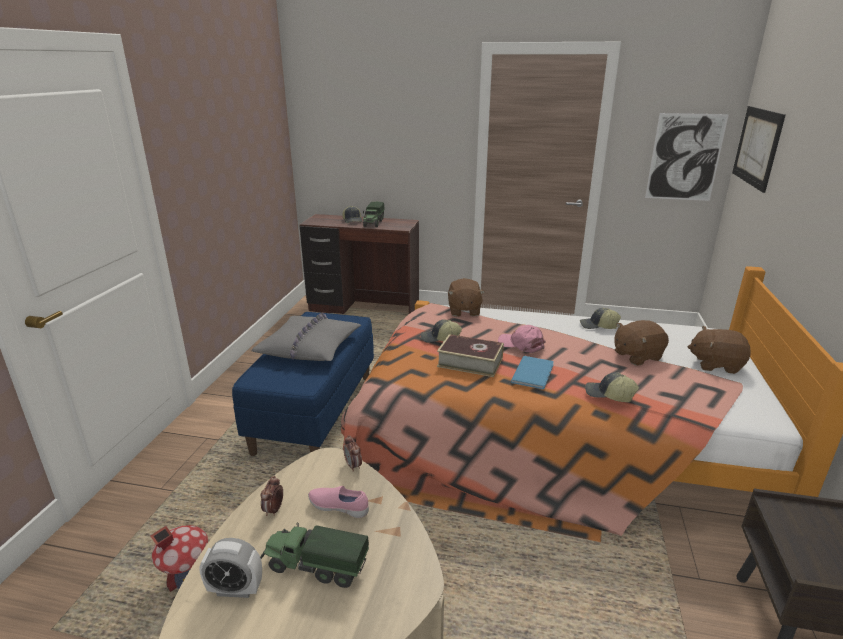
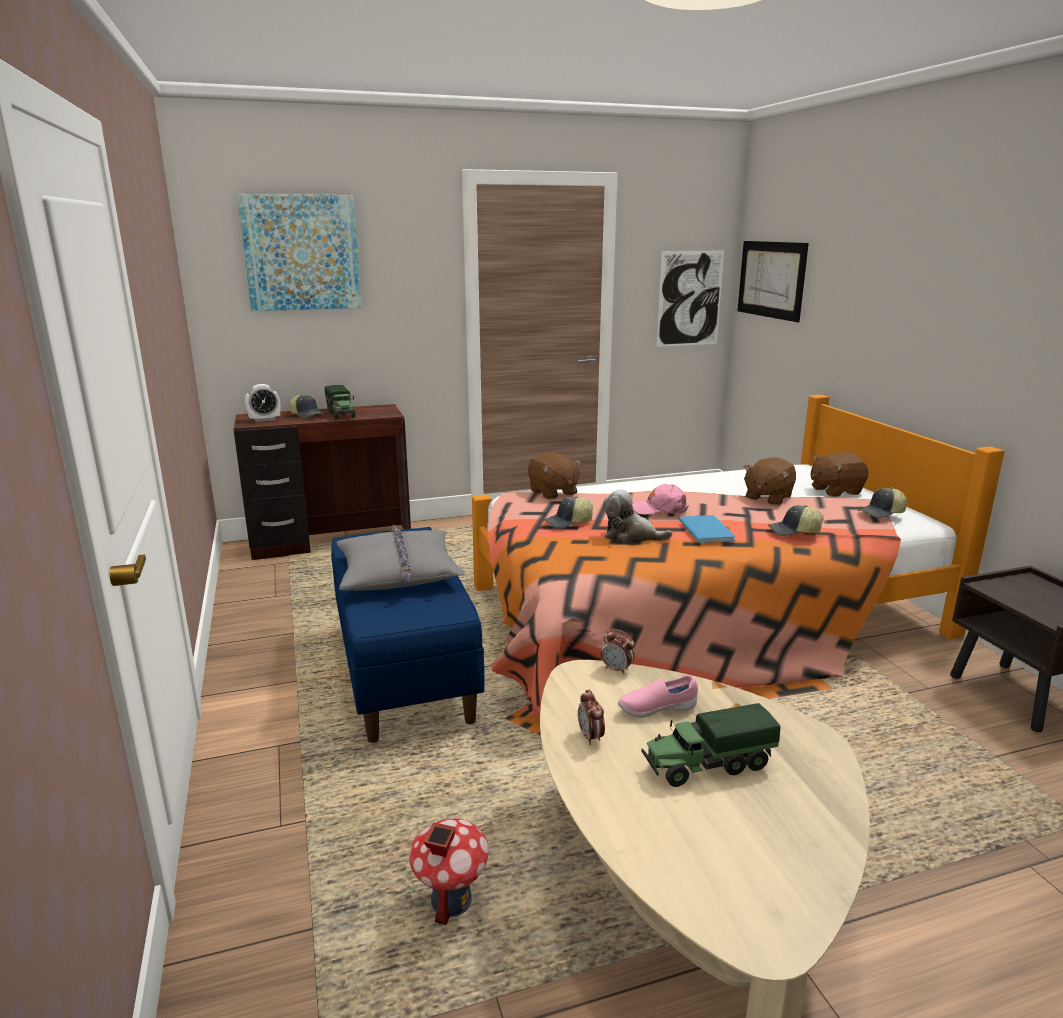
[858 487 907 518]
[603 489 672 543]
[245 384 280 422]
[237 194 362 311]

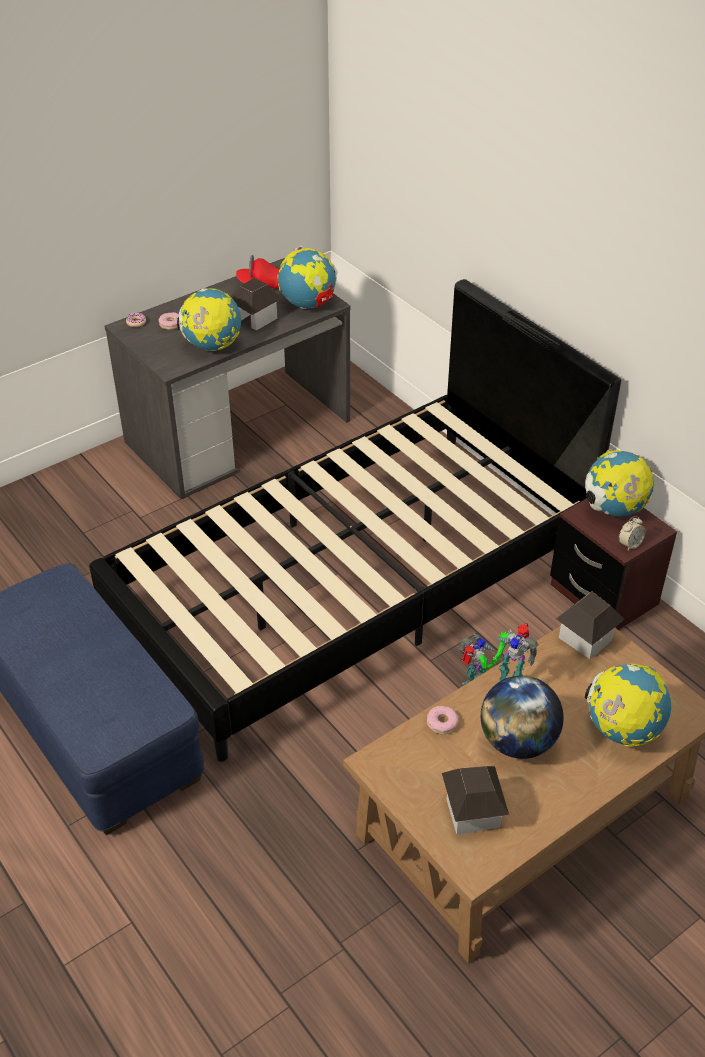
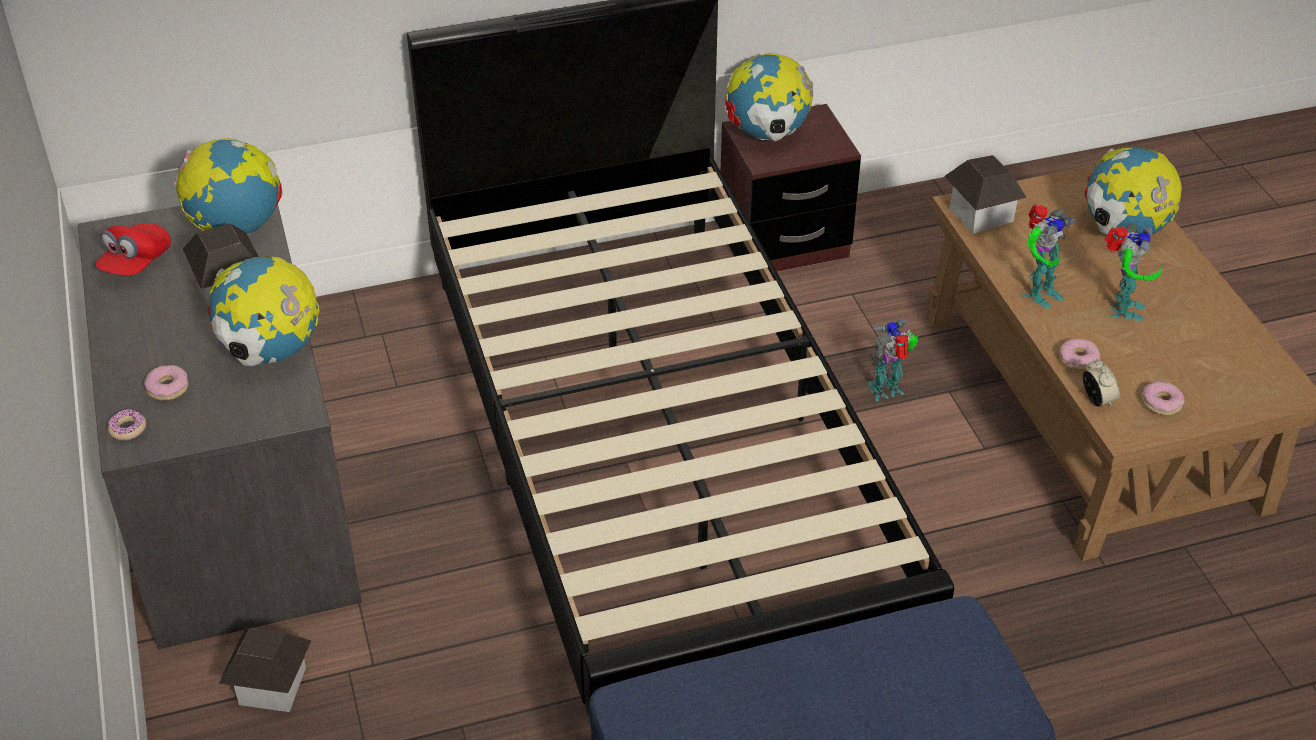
[1083 359 1120 407]
[1104 223 1162 321]
[219 628 312 712]
[1142 381 1185 415]

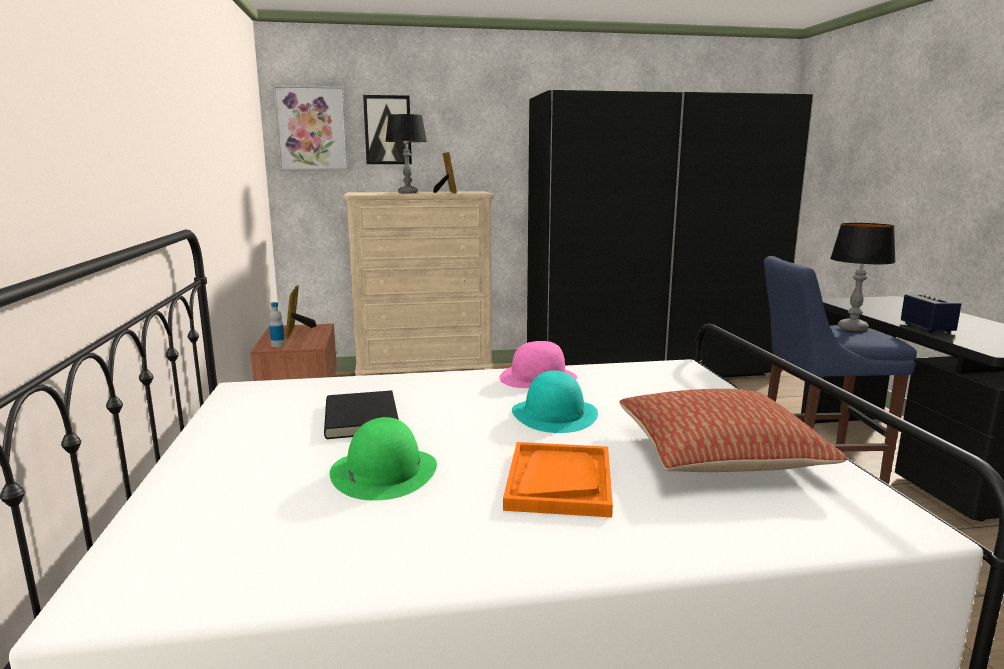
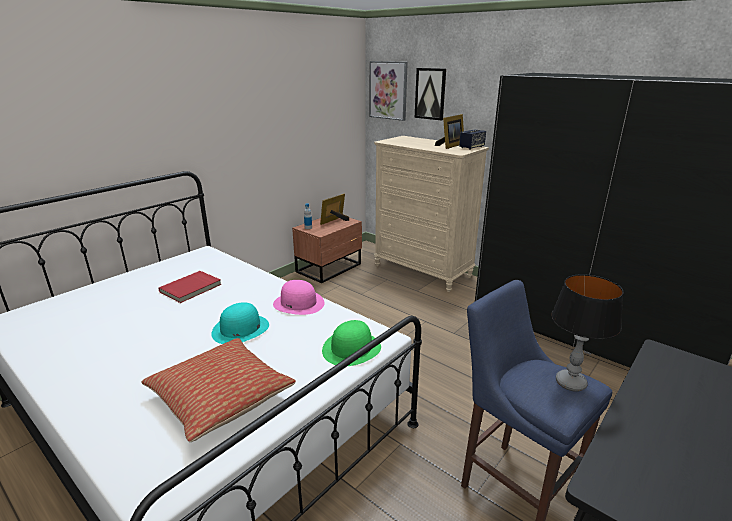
[385 114 427 193] (first image)
[459 129 486 149]
[158 271 221 303]
[322 320 381 366]
[503 442 613 517] (first image)

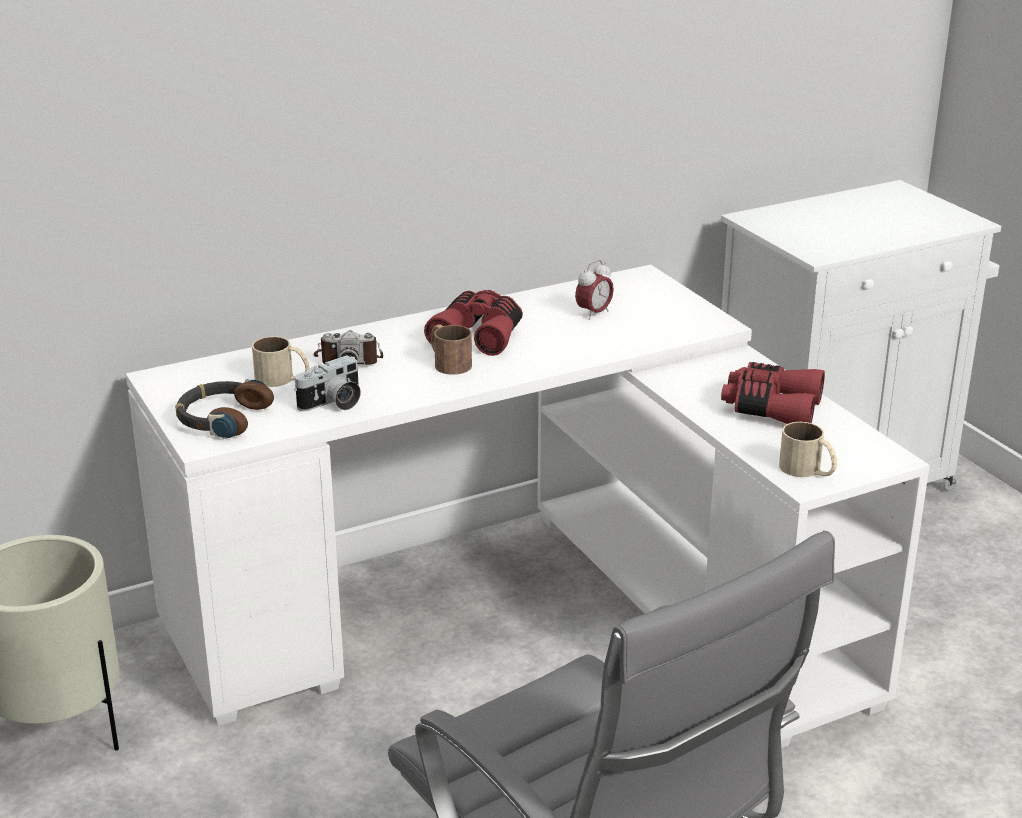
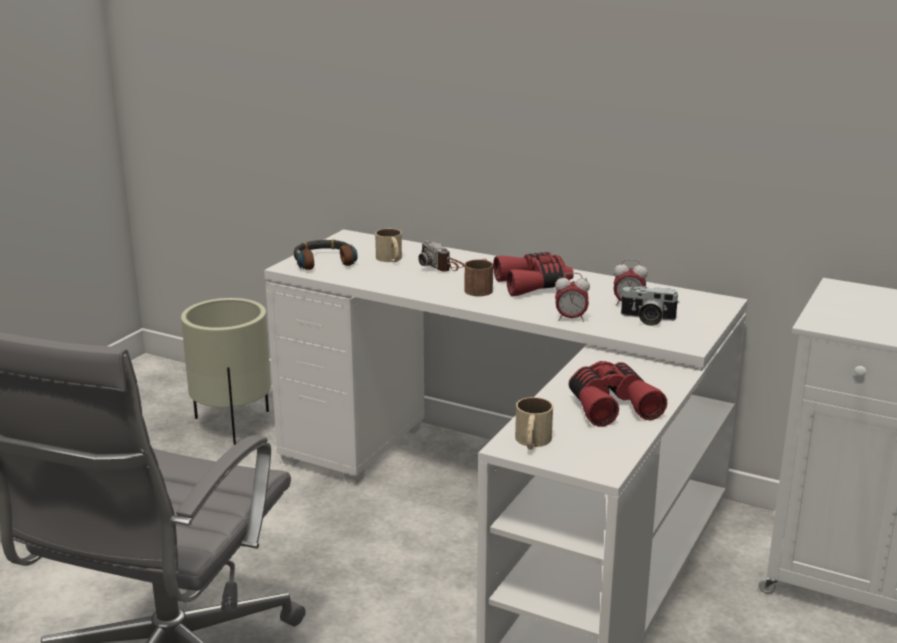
[620 286 680 326]
[555 273 590 322]

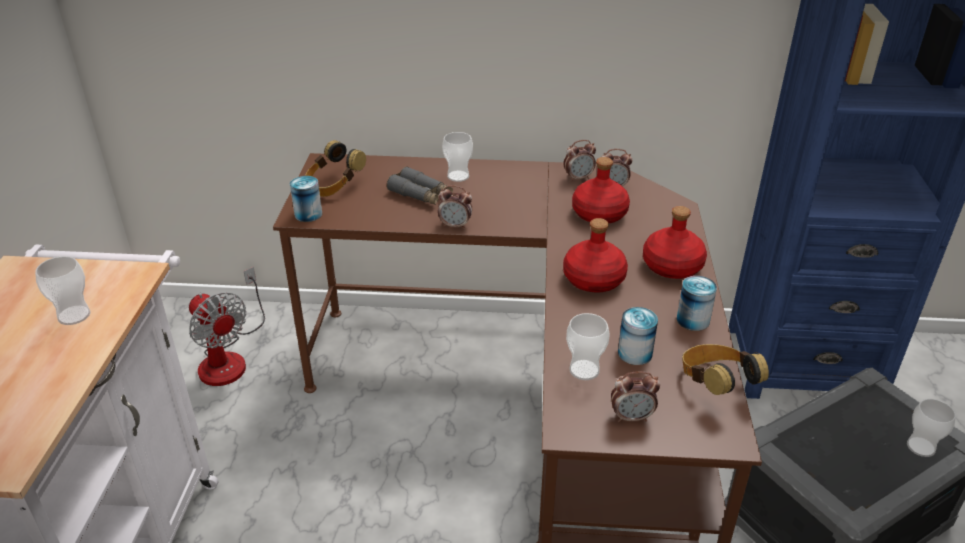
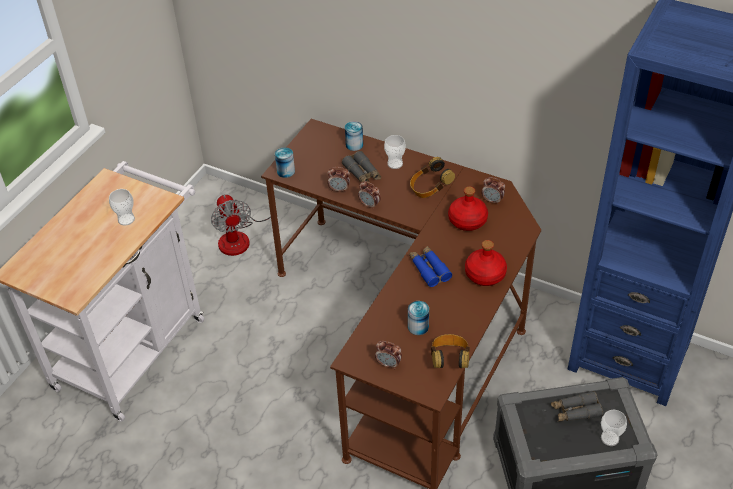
[410 157 455 198]
[328 167 350 192]
[409 246 452 287]
[345 121 363 151]
[566 313 609 380] (first image)
[551 391 603 422]

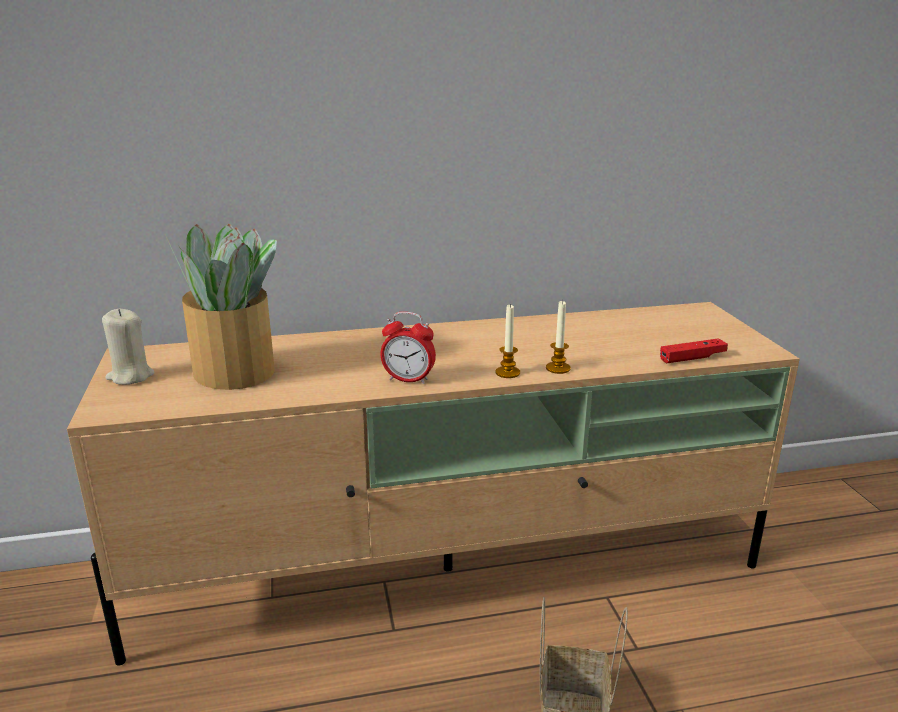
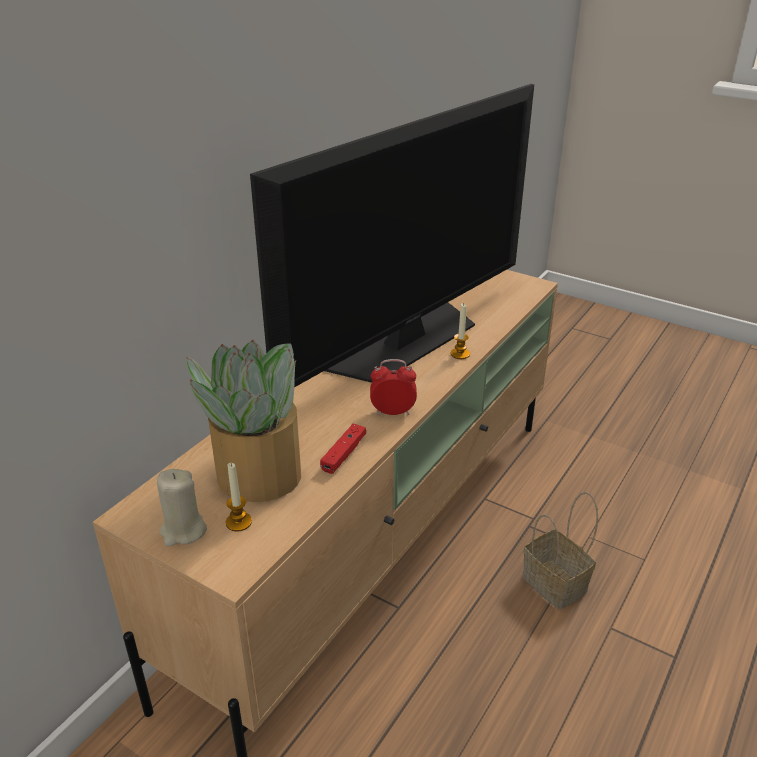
[226 463 252 532]
[370 359 417 415]
[320 424 366 474]
[250 84 534 387]

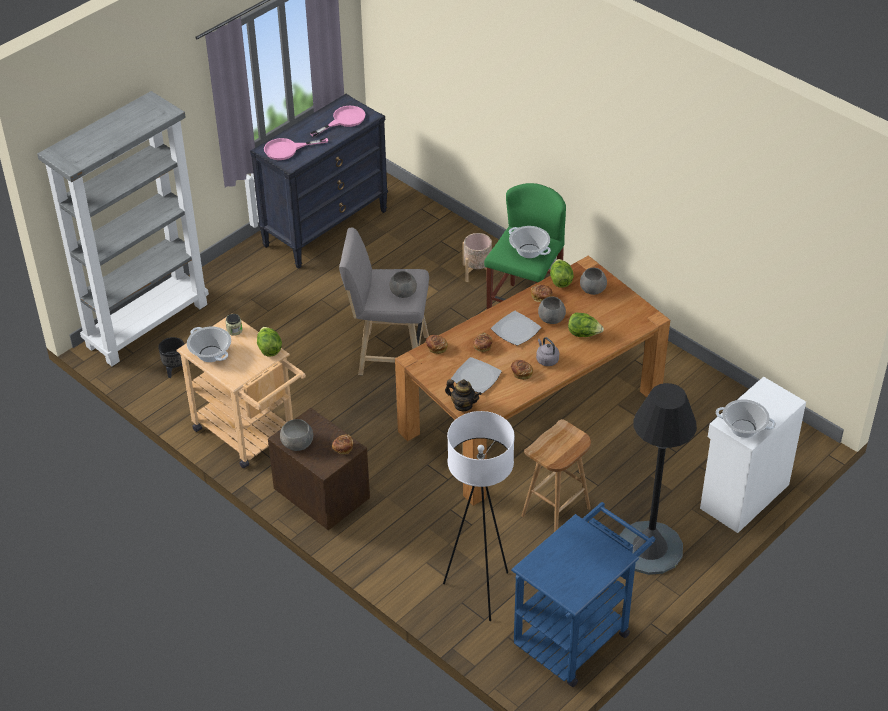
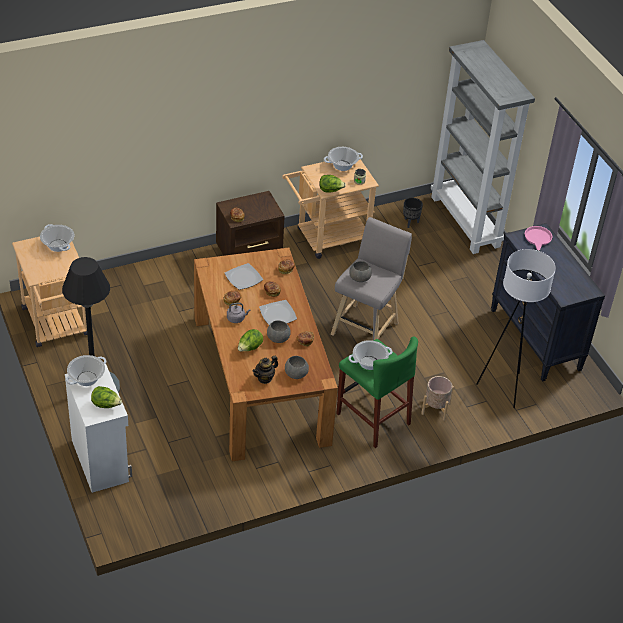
[310 106 365 137] (first image)
[91 386 122 408]
[252 356 278 384]
[476 249 556 408]
[280 419 313 451] (first image)
[521 419 591 532] (first image)
[12 237 87 347]
[40 224 74 252]

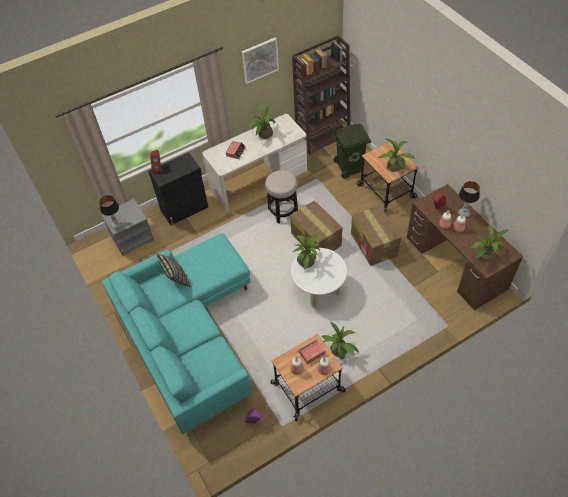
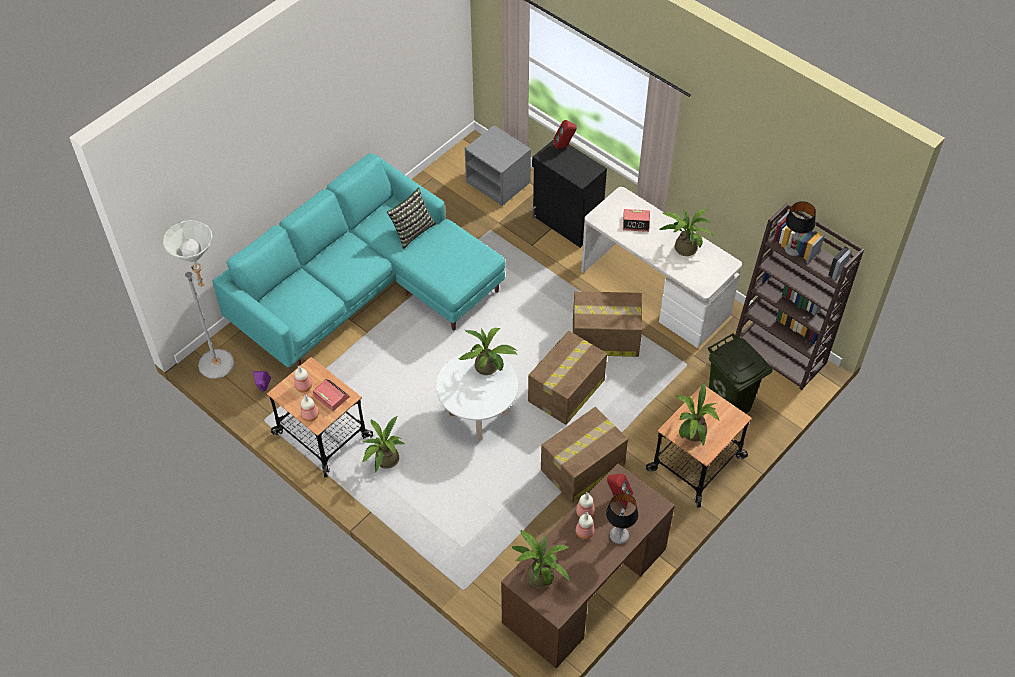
[242 38 279 84] (first image)
[573 291 642 357]
[785 201 816 256]
[163 220 234 379]

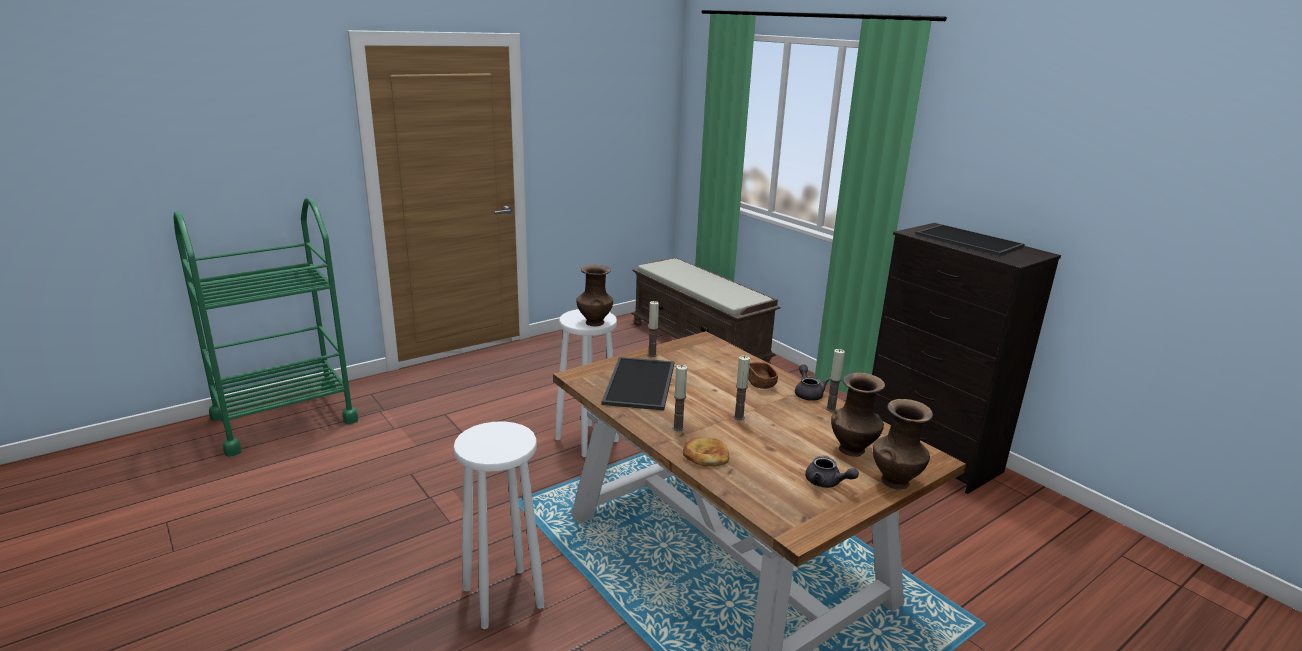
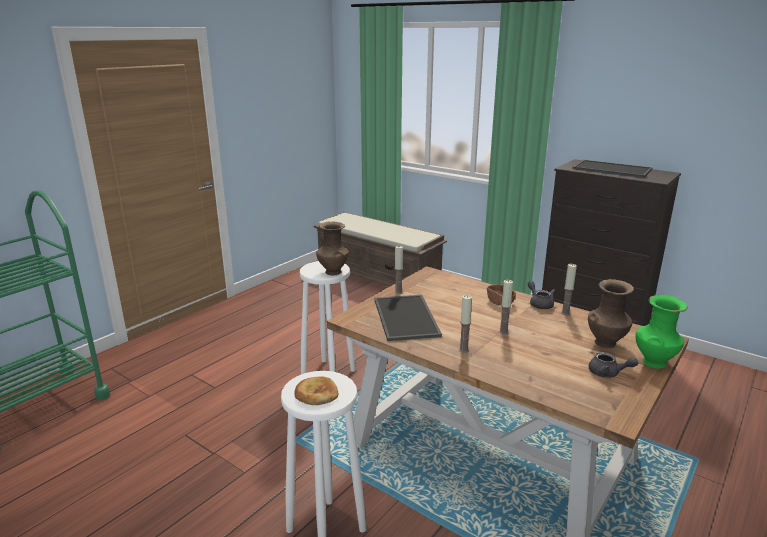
[635 295 688 369]
[294 377 339 405]

